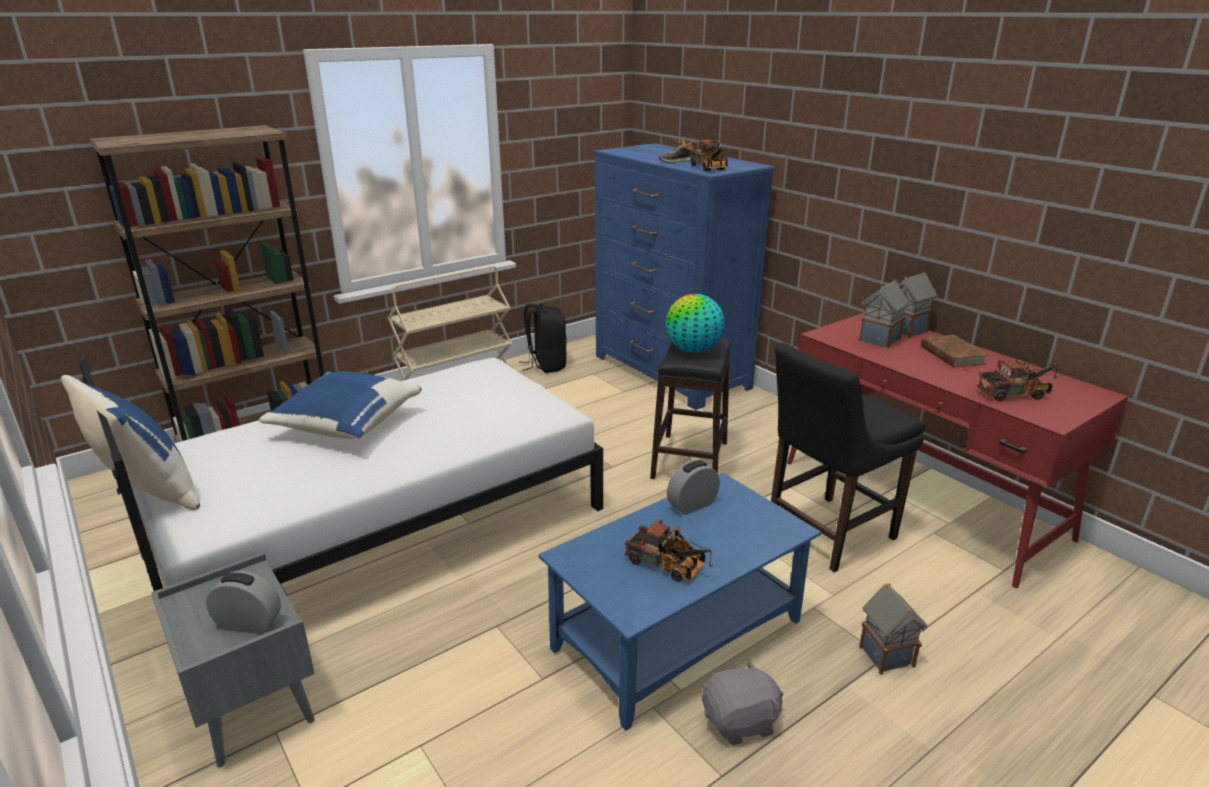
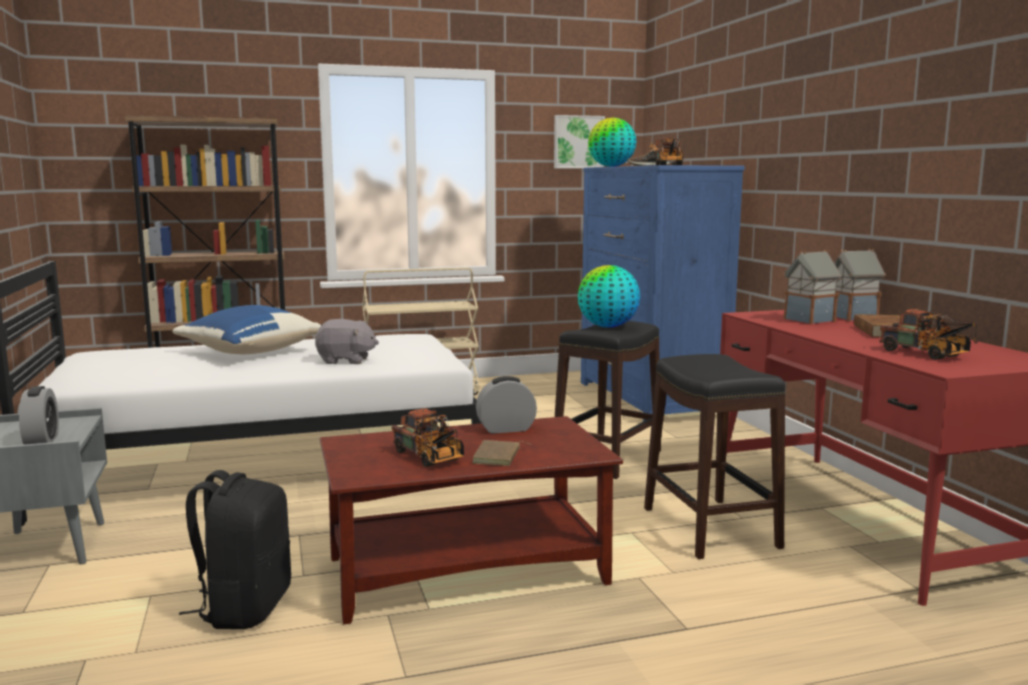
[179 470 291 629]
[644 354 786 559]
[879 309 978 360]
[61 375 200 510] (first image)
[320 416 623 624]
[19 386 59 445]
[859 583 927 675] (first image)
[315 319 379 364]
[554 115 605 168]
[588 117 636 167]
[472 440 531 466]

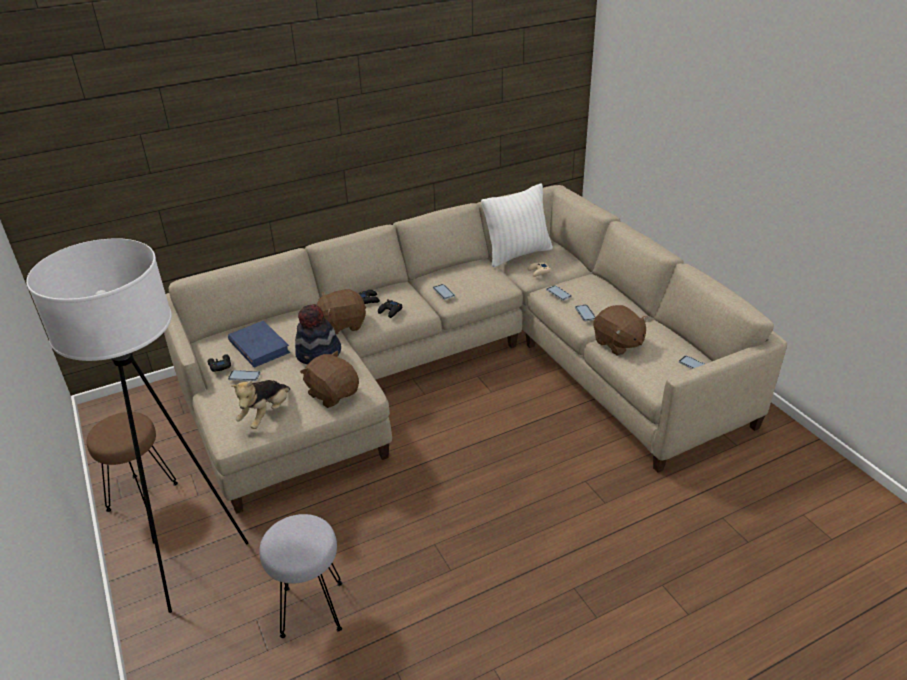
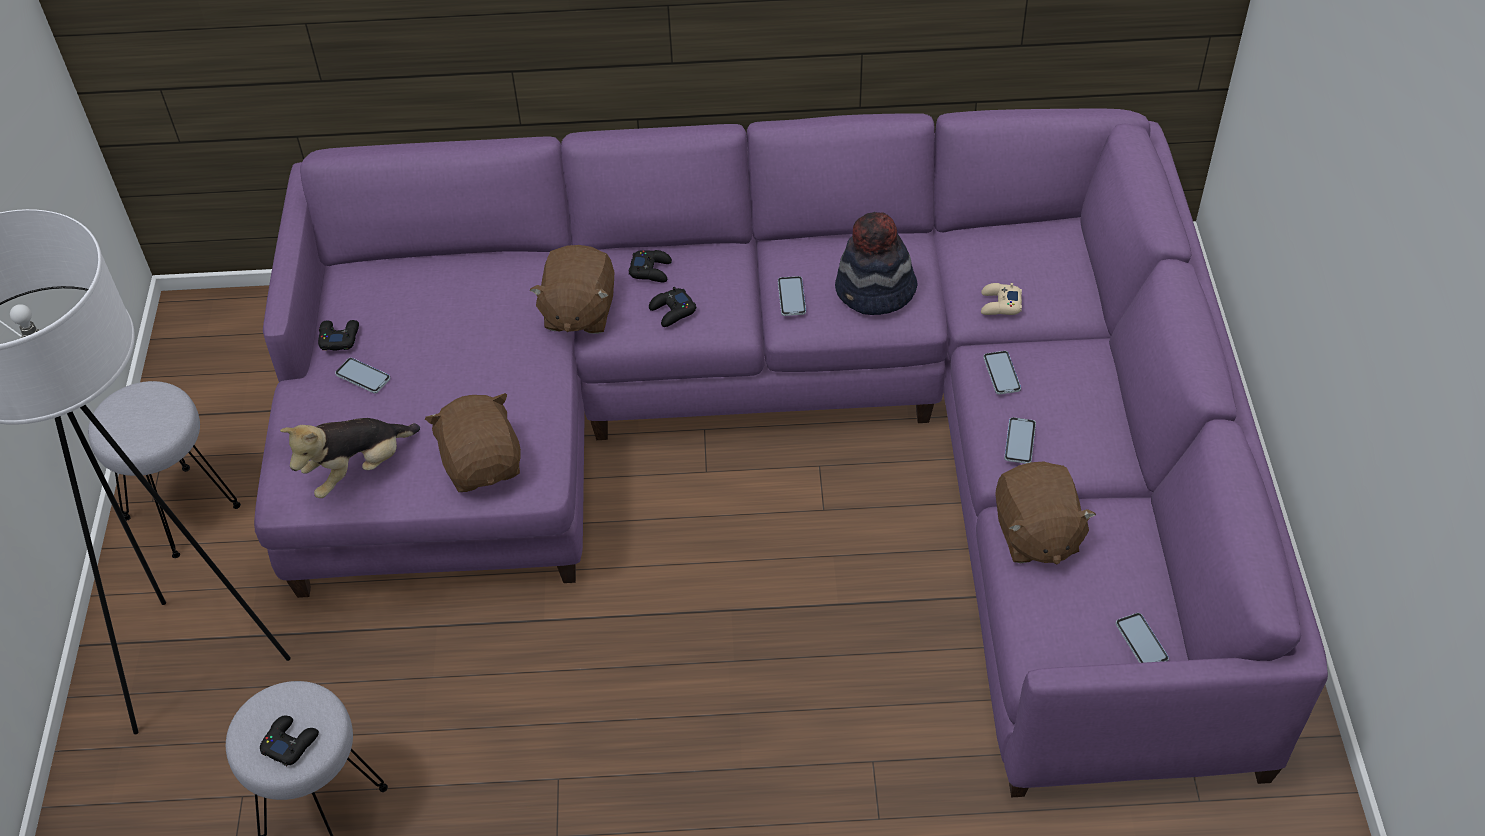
[481 183 553 267] (first image)
[254 109 1328 797]
[530 245 614 334]
[835 212 918 315]
[228 321 290 368] (first image)
[88 381 241 558]
[260 716 319 766]

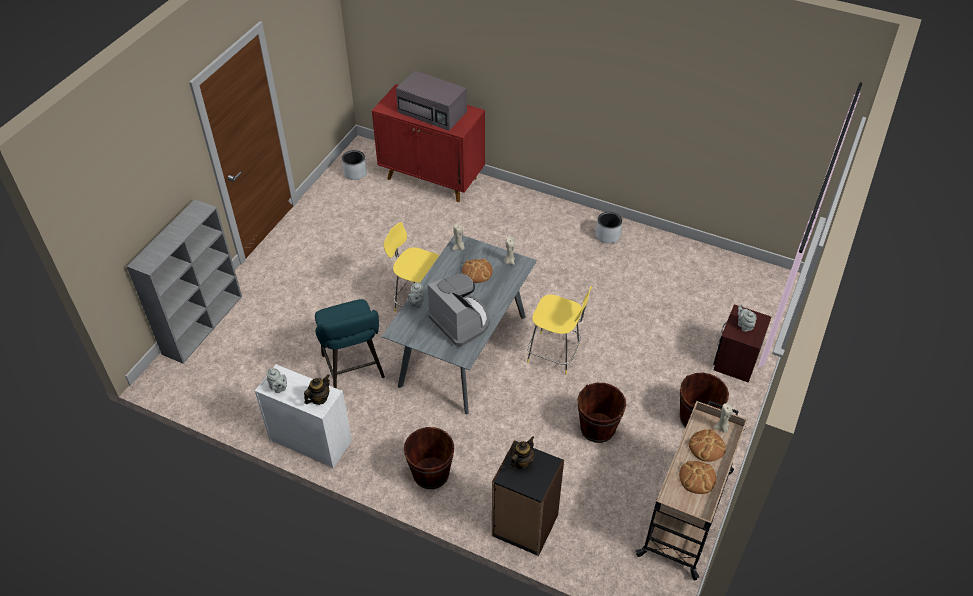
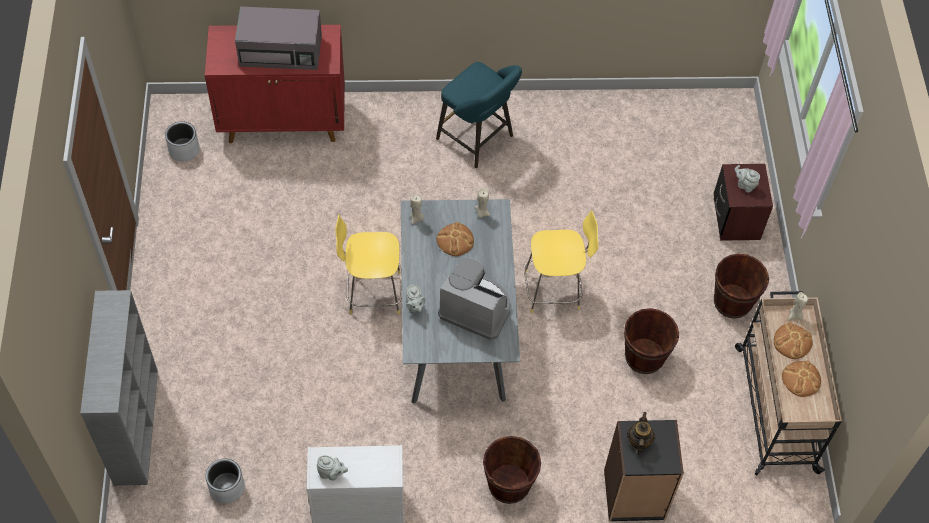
[205 458 245 503]
[436 62 522 168]
[304 374 330 405] (first image)

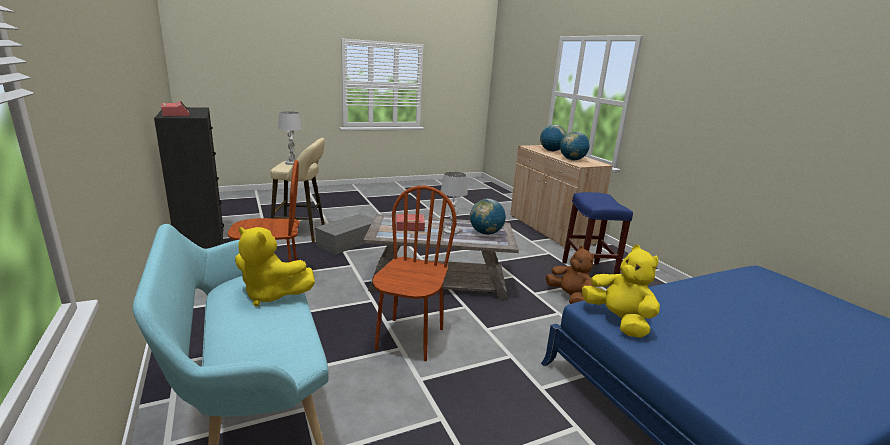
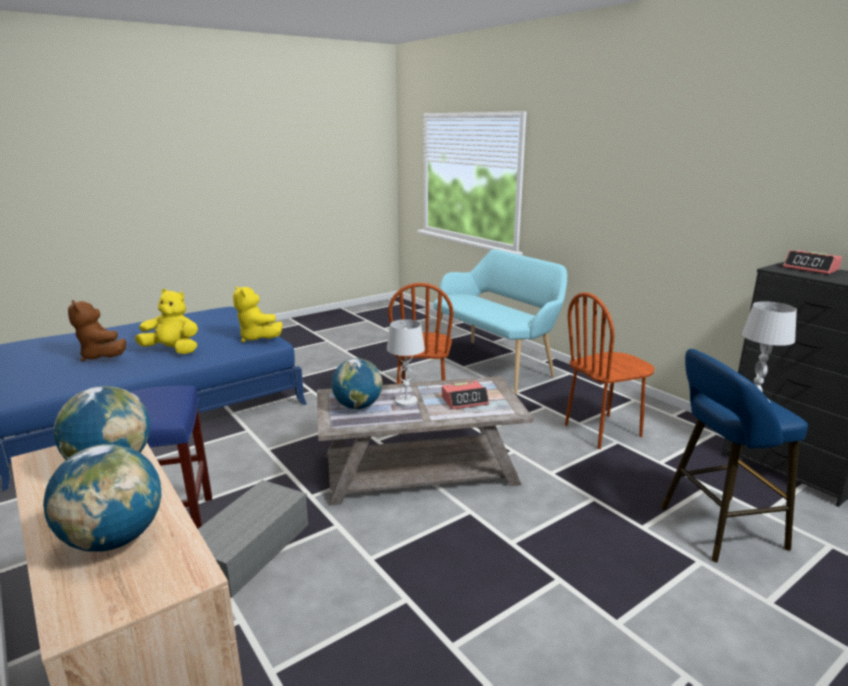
[661 349 808 562]
[198 480 308 598]
[135 289 198 354]
[68 300 126 362]

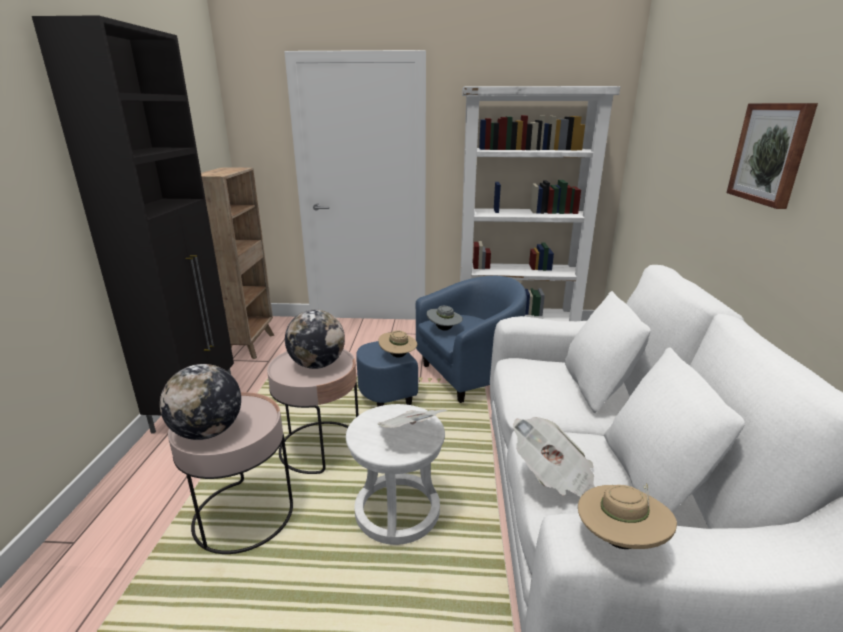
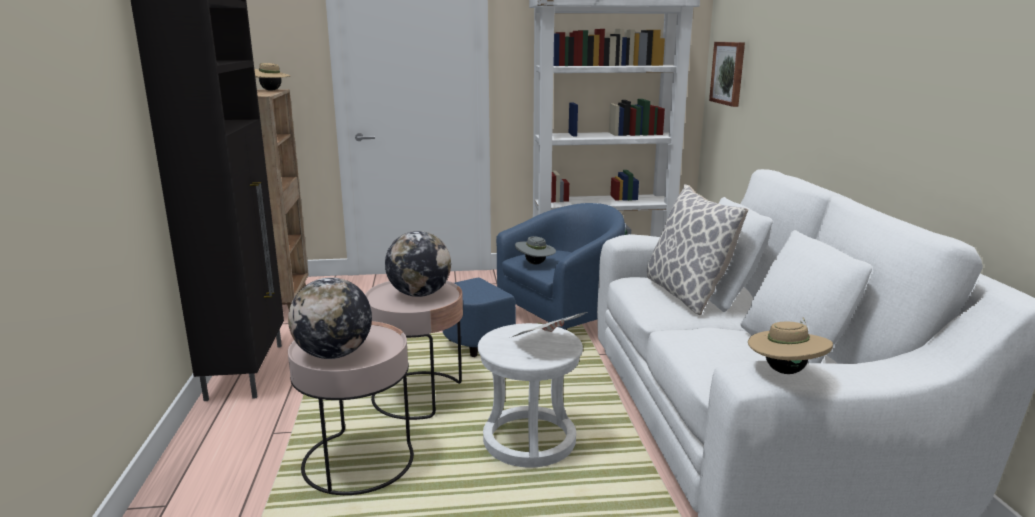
[709 42 745 107]
[254 63 290 91]
[513 417 595 497] (first image)
[647 184 748 315]

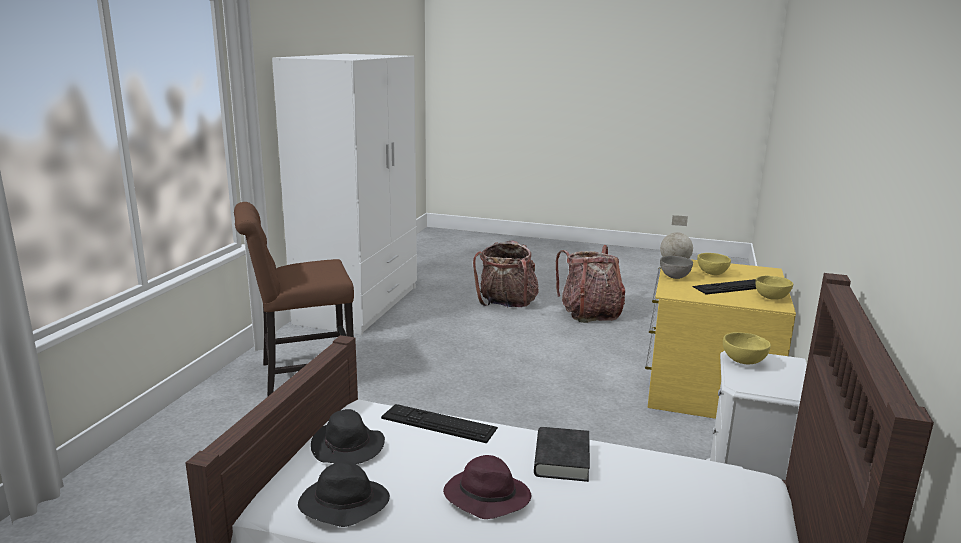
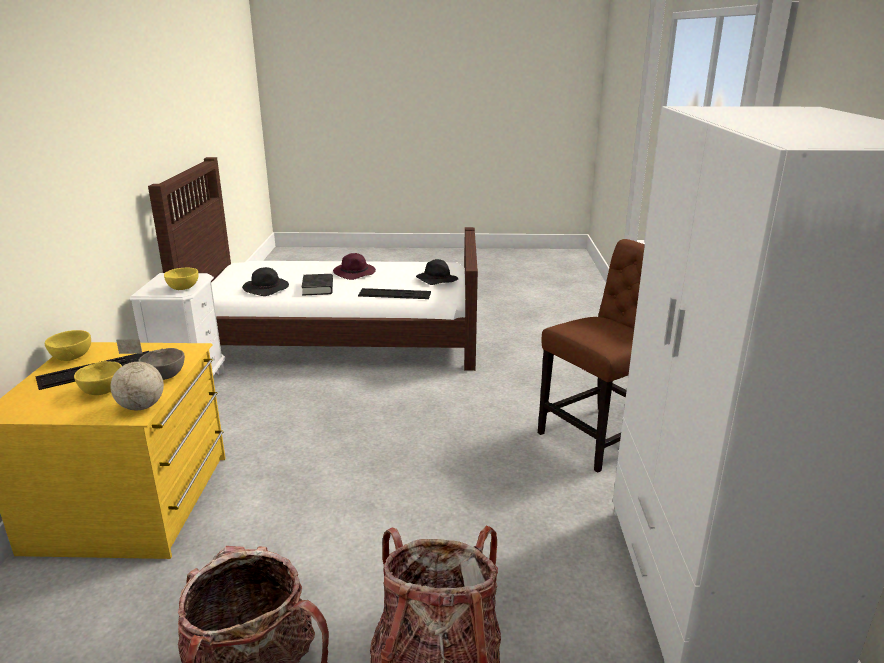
[242 267 289 296]

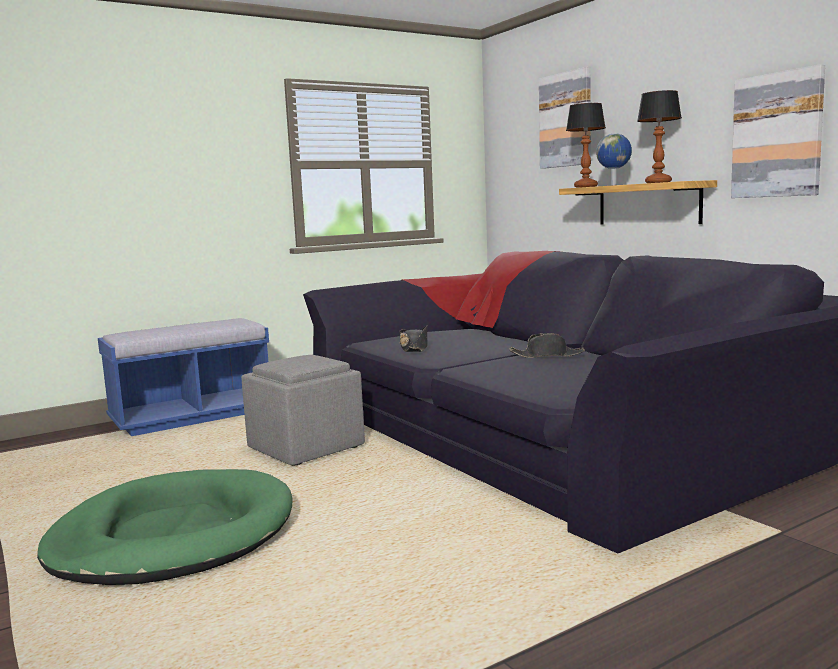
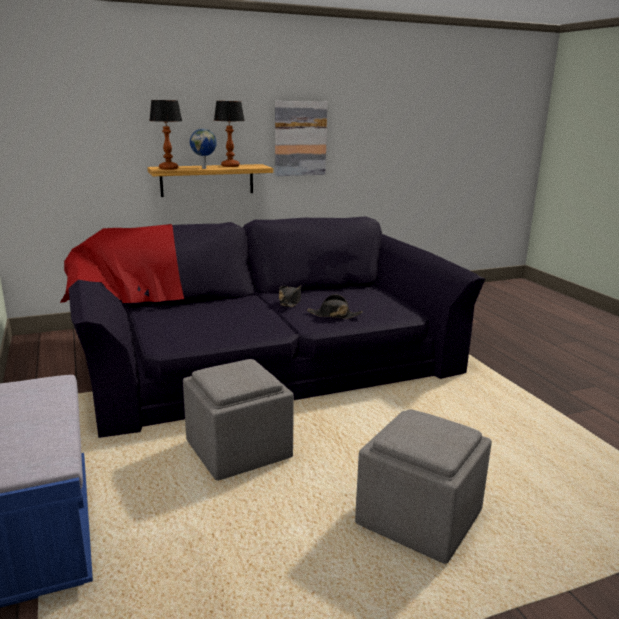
[539 67 591 169] (first image)
[307 294 363 319]
[355 409 492 564]

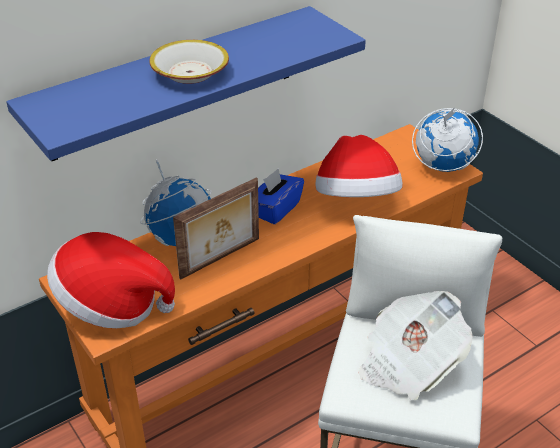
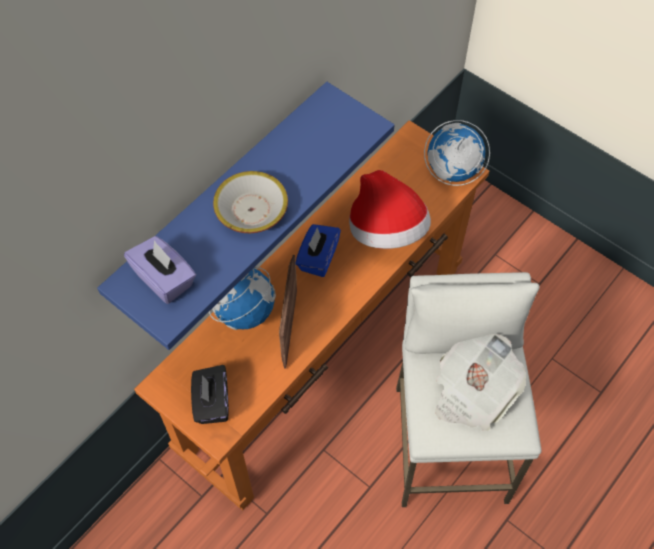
[279 255 297 369]
[191 365 229 424]
[124 236 196 304]

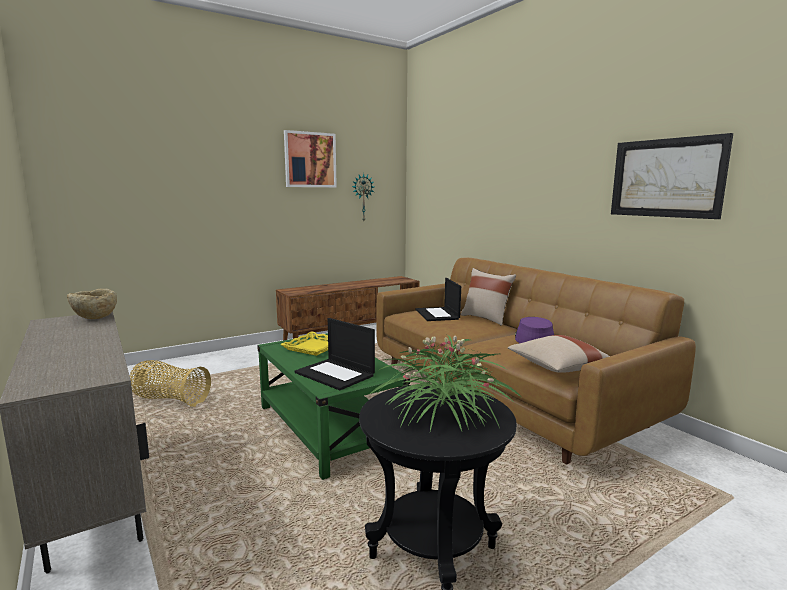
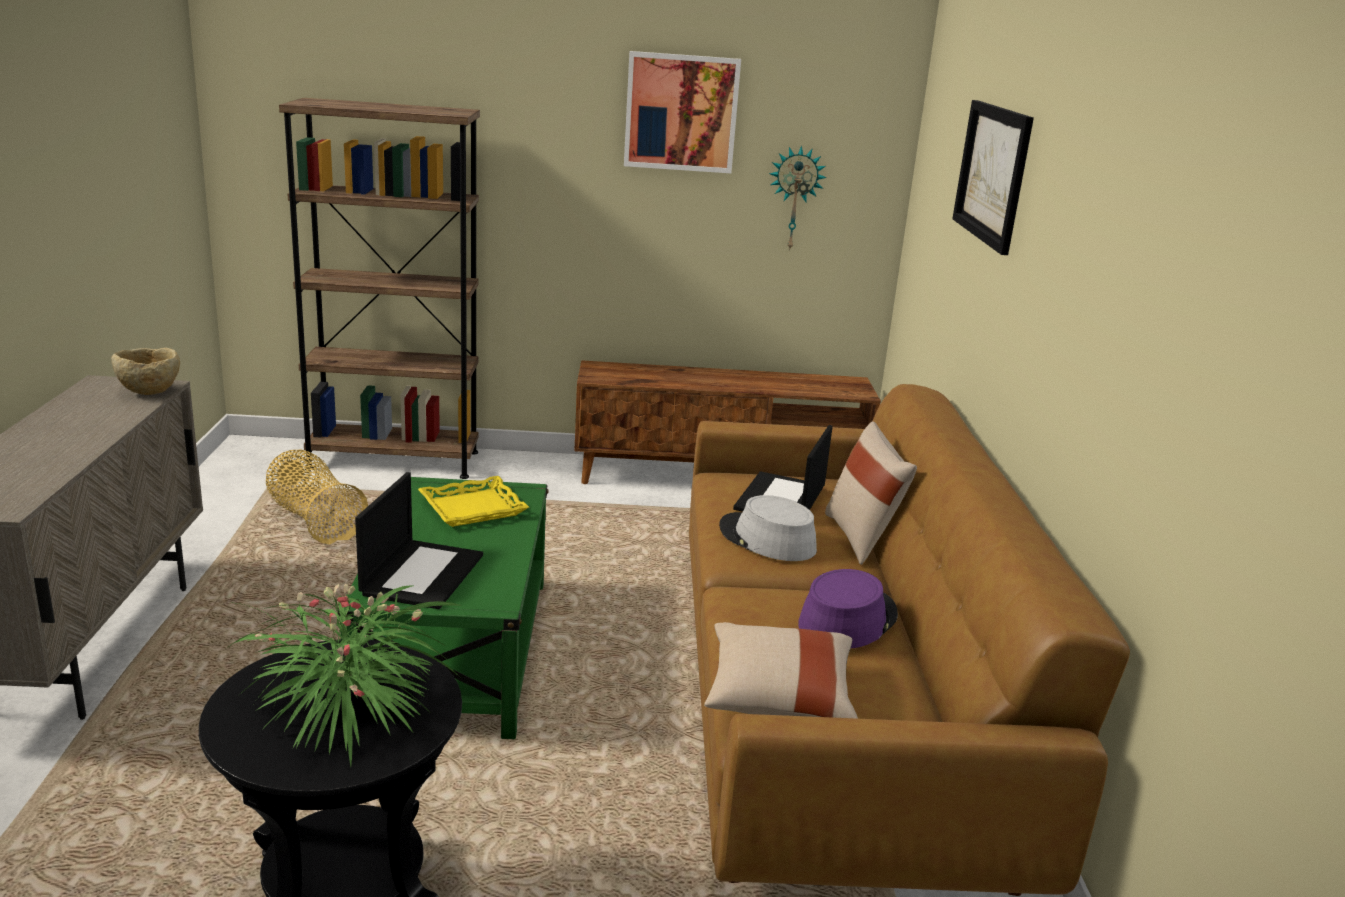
[952 100 1034 255]
[355 472 483 609]
[279 98 480 479]
[719 495 817 561]

